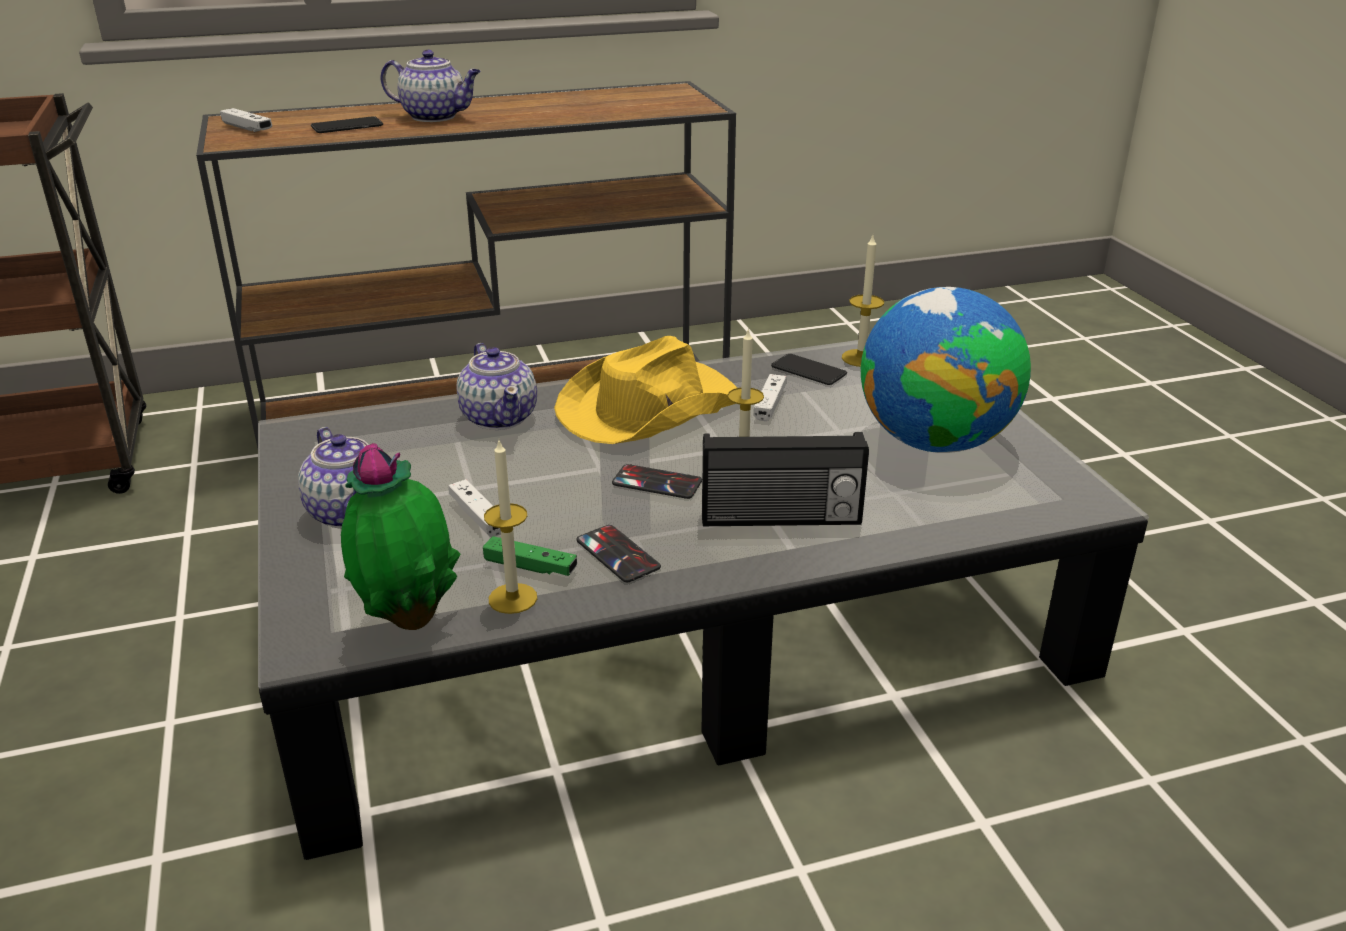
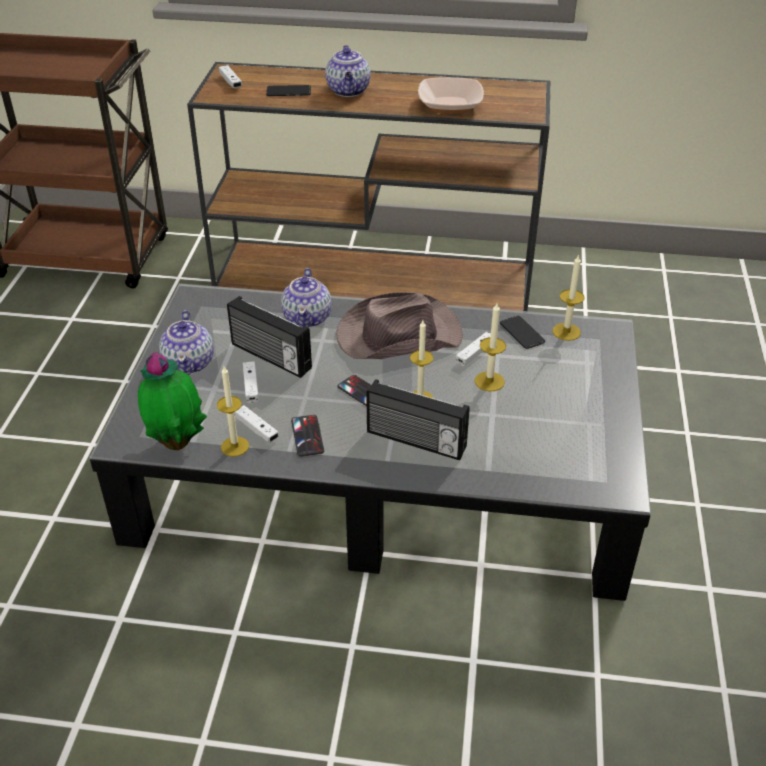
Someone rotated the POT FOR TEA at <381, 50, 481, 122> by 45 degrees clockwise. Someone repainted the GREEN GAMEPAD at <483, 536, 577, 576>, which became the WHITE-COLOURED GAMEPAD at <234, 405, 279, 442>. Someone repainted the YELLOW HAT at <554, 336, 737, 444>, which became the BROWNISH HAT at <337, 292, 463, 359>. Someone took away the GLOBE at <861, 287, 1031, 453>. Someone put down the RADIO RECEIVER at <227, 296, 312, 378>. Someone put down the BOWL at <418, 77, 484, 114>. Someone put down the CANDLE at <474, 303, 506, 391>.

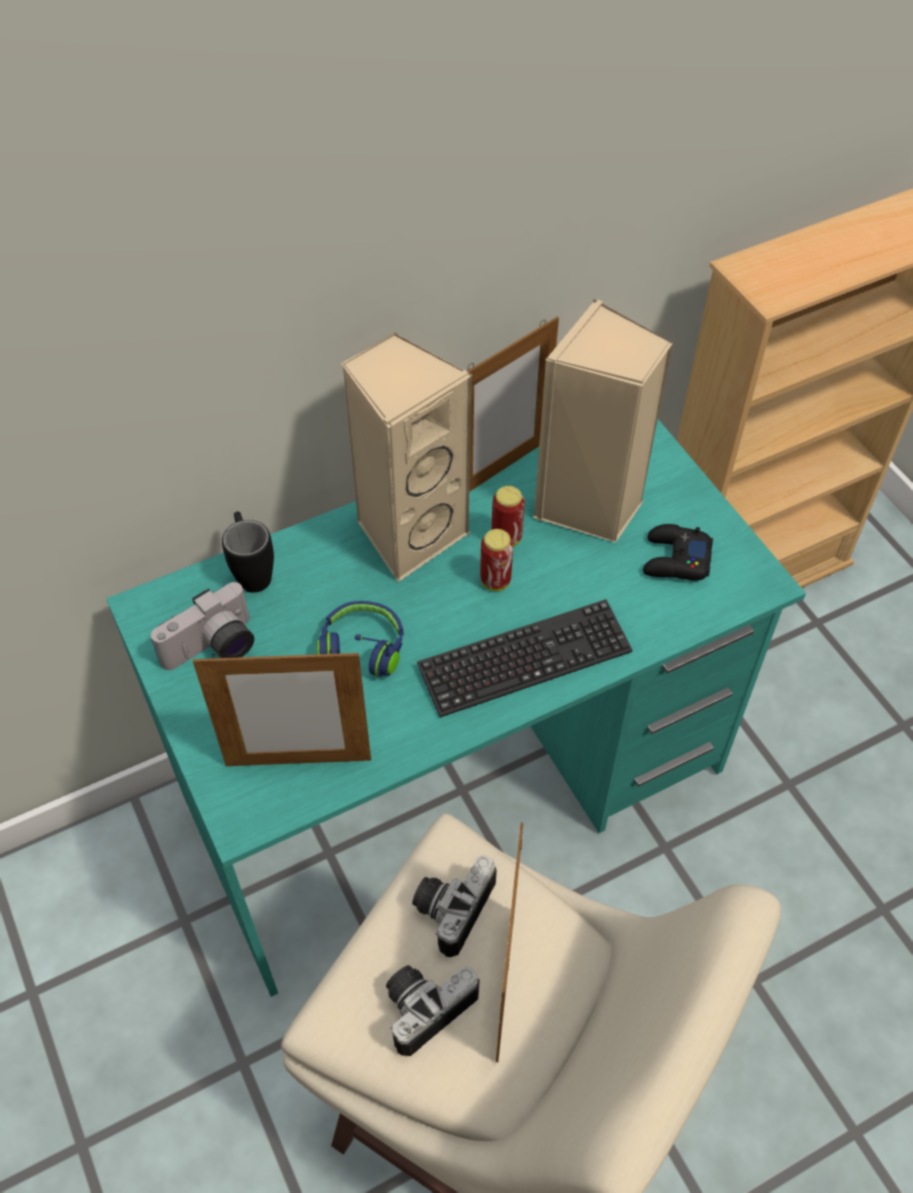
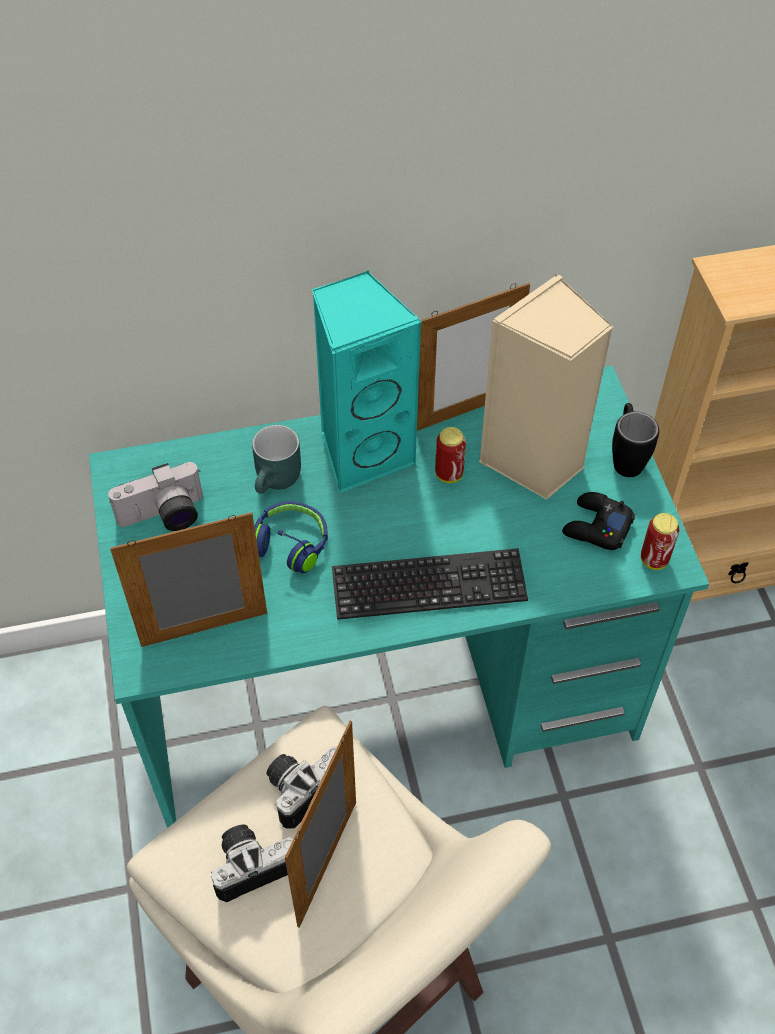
Someone rotated the STANDING FRAME at <193, 649, 371, 766> by 150 degrees clockwise. Someone carried the BLACK-COLOURED MUG from <222, 512, 274, 593> to <612, 403, 659, 477>. Someone repainted the BEIGE-COLOURED AUDIO SPEAKER at <341, 332, 473, 582>, which became the TURQUOISE-COLOURED AUDIO SPEAKER at <312, 271, 422, 493>. Someone carried the METAL CAN from <480, 529, 513, 591> to <641, 513, 679, 570>. Someone put down the TURQUOISE-COLOURED MUG at <252, 425, 301, 494>.

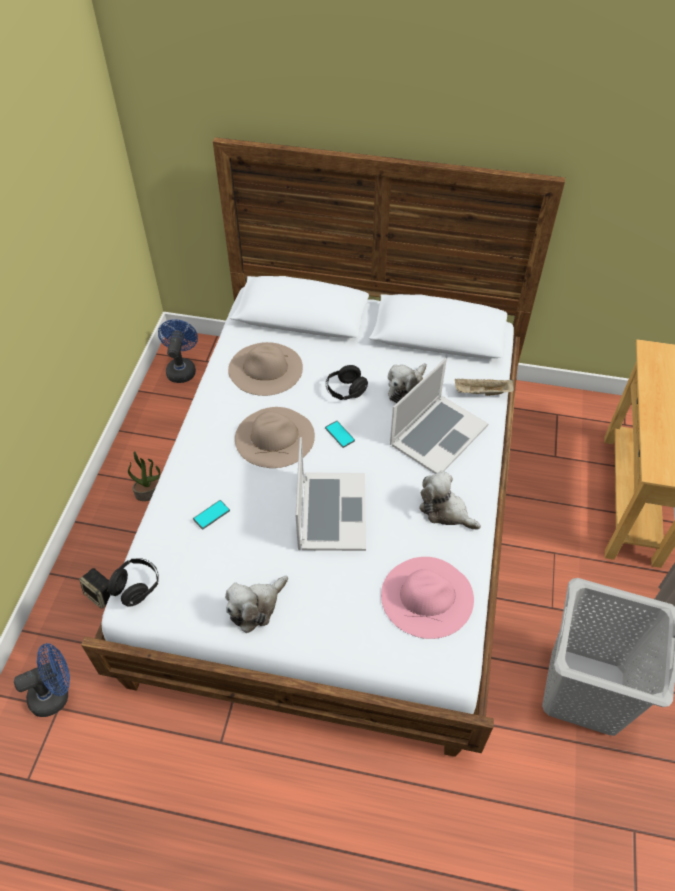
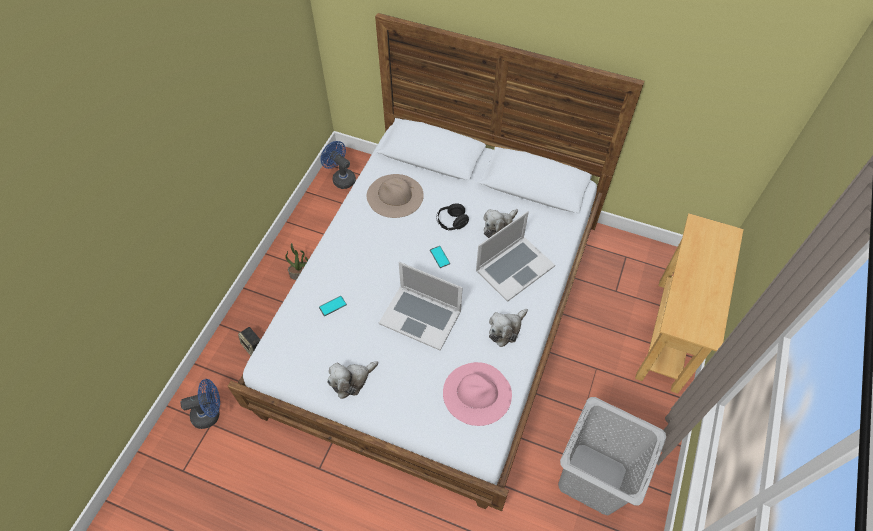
Someone took away the BLACK-COLOURED PAIR OF HEADPHONES at <108, 558, 159, 607>. Someone rotated the BLUE-COLOURED ELECTRIC FAN at <158, 319, 198, 383> by 60 degrees counterclockwise. Someone took away the BEIGE-COLOURED HAT at <235, 407, 315, 468>. Someone rotated the NOTEBOOK COMPUTER at <295, 437, 366, 551> by 105 degrees clockwise. Someone rotated the CUDDLY TOY at <419, 471, 481, 530> by 90 degrees counterclockwise. Someone took away the BEIGE-COLOURED TRAY at <455, 379, 514, 396>.

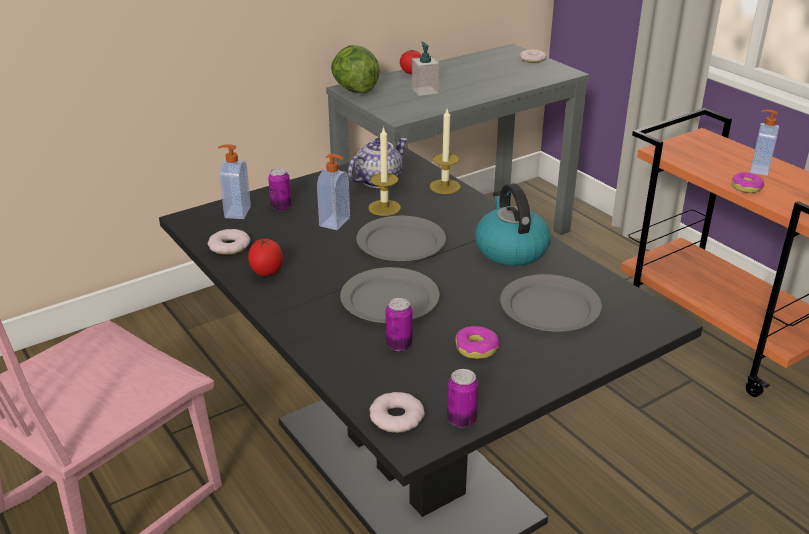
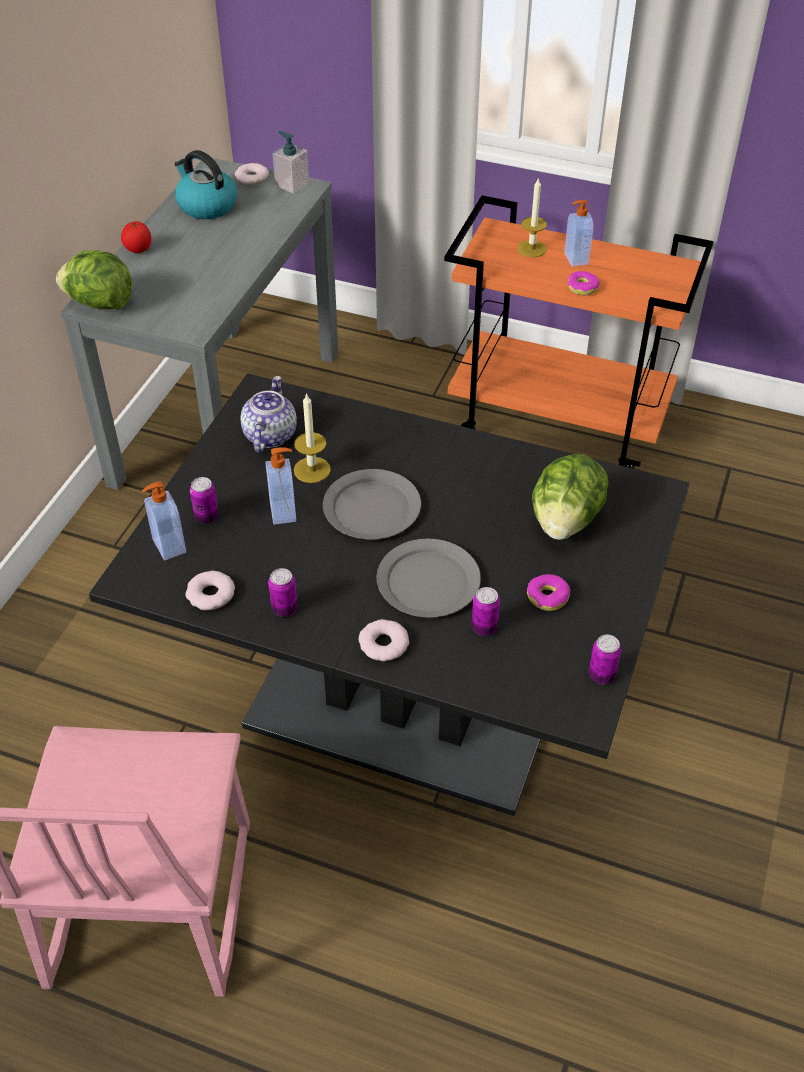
Someone swapped the FRESH TOMATO at <248, 238, 283, 276> for the METAL CAN at <268, 568, 298, 617>. Someone carried the DONUT from <370, 392, 425, 433> to <359, 619, 409, 661>. Someone carried the SOAP DISPENSER from <412, 42, 439, 96> to <272, 131, 309, 194>. Someone carried the CANDLE from <430, 109, 461, 194> to <517, 177, 547, 257>. Someone carried the WATER KETTLE from <475, 183, 551, 266> to <174, 150, 237, 219>. Someone swapped the GREYISH PLATE at <500, 274, 602, 332> for the LETTUCE at <532, 454, 609, 540>.

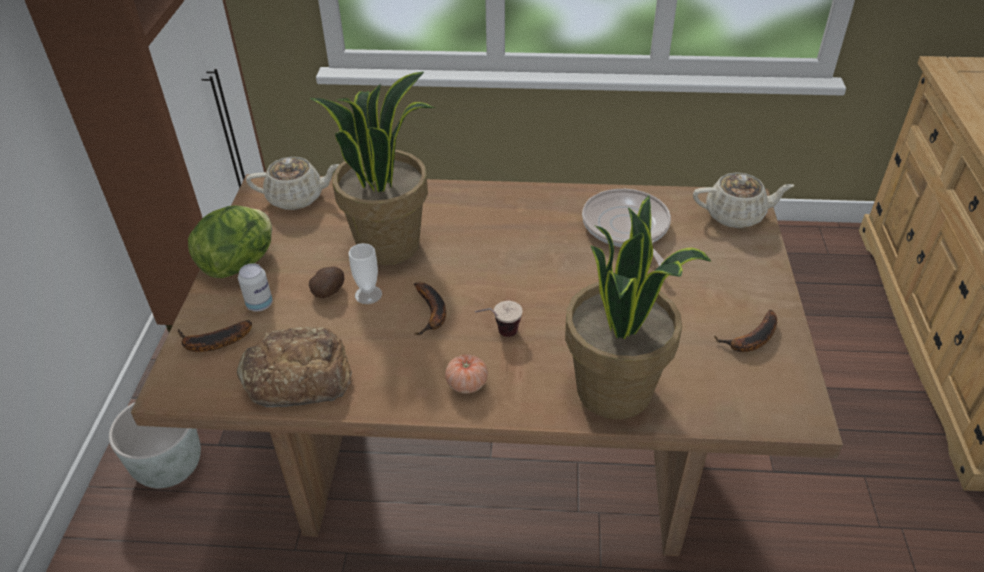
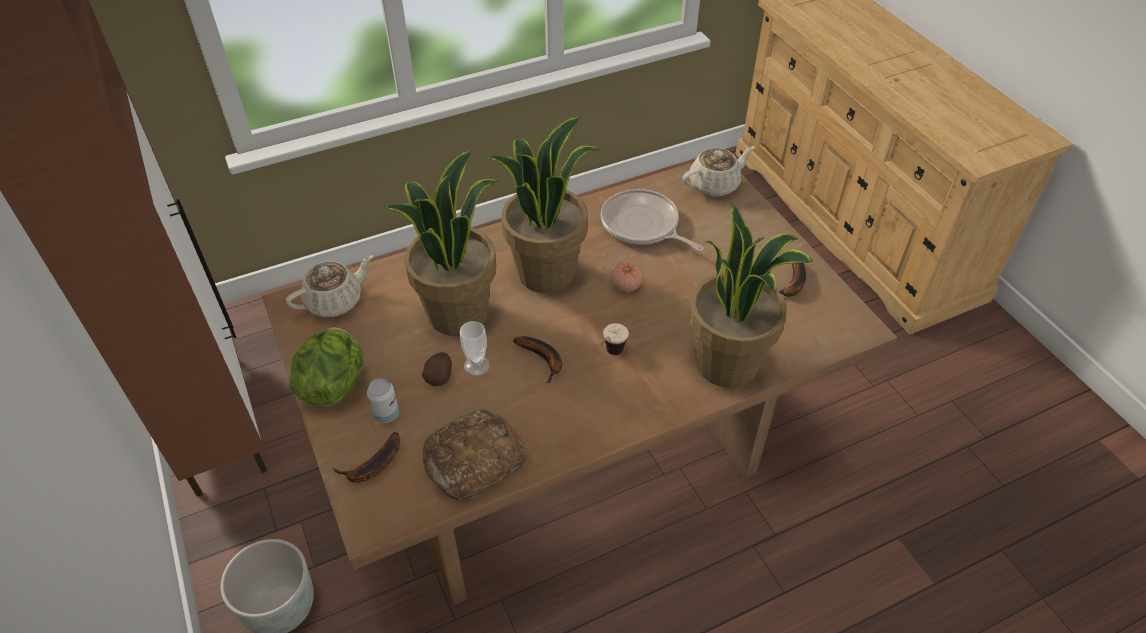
Someone carried the FRESH TOMATO from <445, 354, 488, 394> to <610, 262, 643, 292>. Someone put down the HOUSEPLANT at <486, 116, 600, 293>.

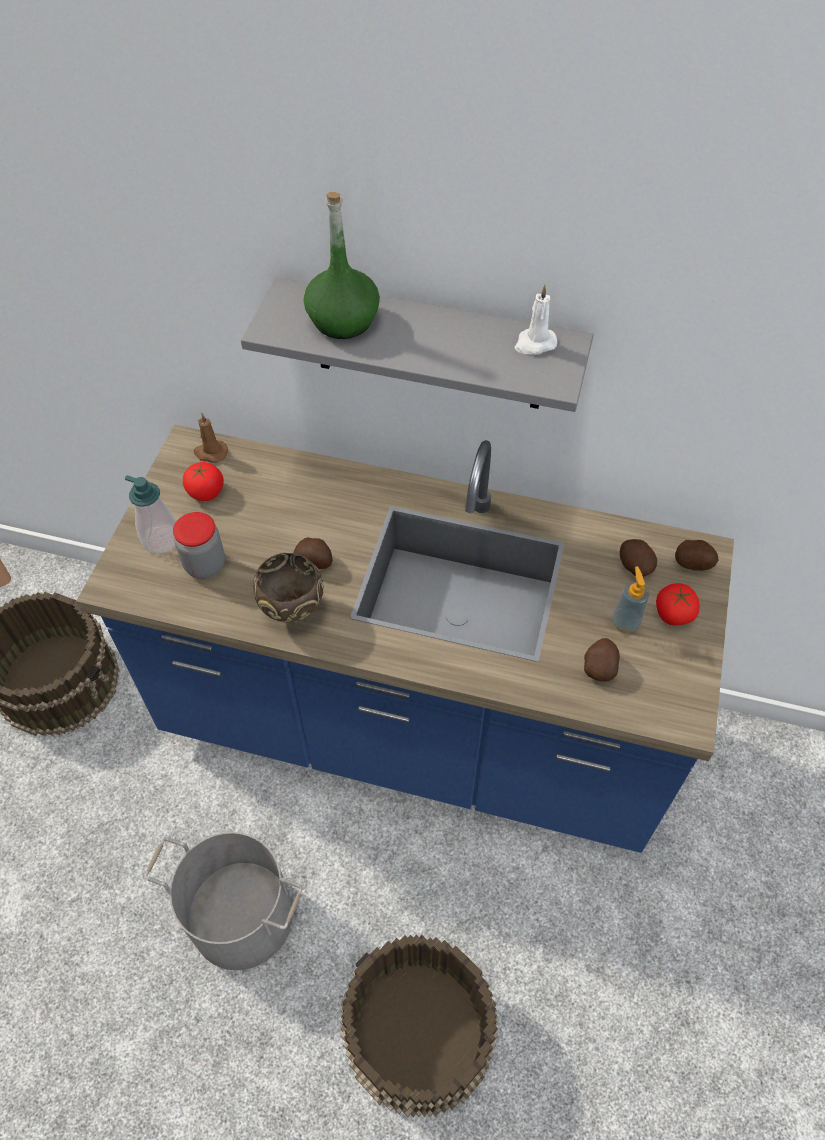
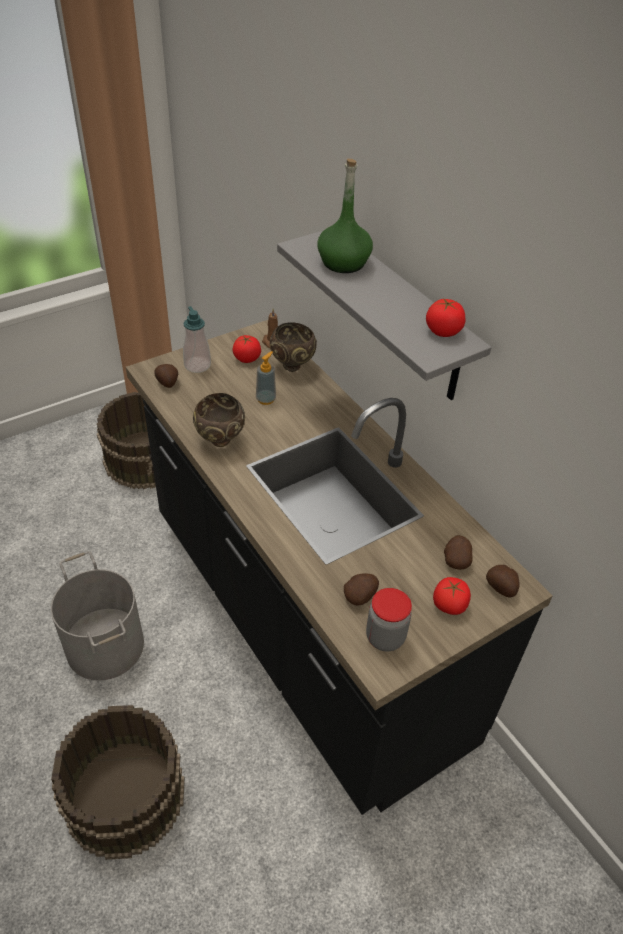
Someone repainted the BLUE-COLOURED KITCHEN COUNTER at <76, 425, 734, 853>, which became the BLACK-COLOURED KITCHEN COUNTER at <126, 320, 553, 815>. Someone carried the STORAGE JAR from <173, 512, 225, 579> to <366, 588, 412, 651>. Someone carried the POTATO from <294, 537, 333, 569> to <154, 364, 178, 388>. Someone swapped the WHITE-COLOURED CANDLE at <515, 284, 557, 355> for the FRESH TOMATO at <426, 298, 465, 337>. Someone carried the SOAP DISPENSER from <612, 566, 649, 633> to <256, 351, 276, 405>. Someone put down the BROWNISH BOWL at <270, 322, 317, 372>.

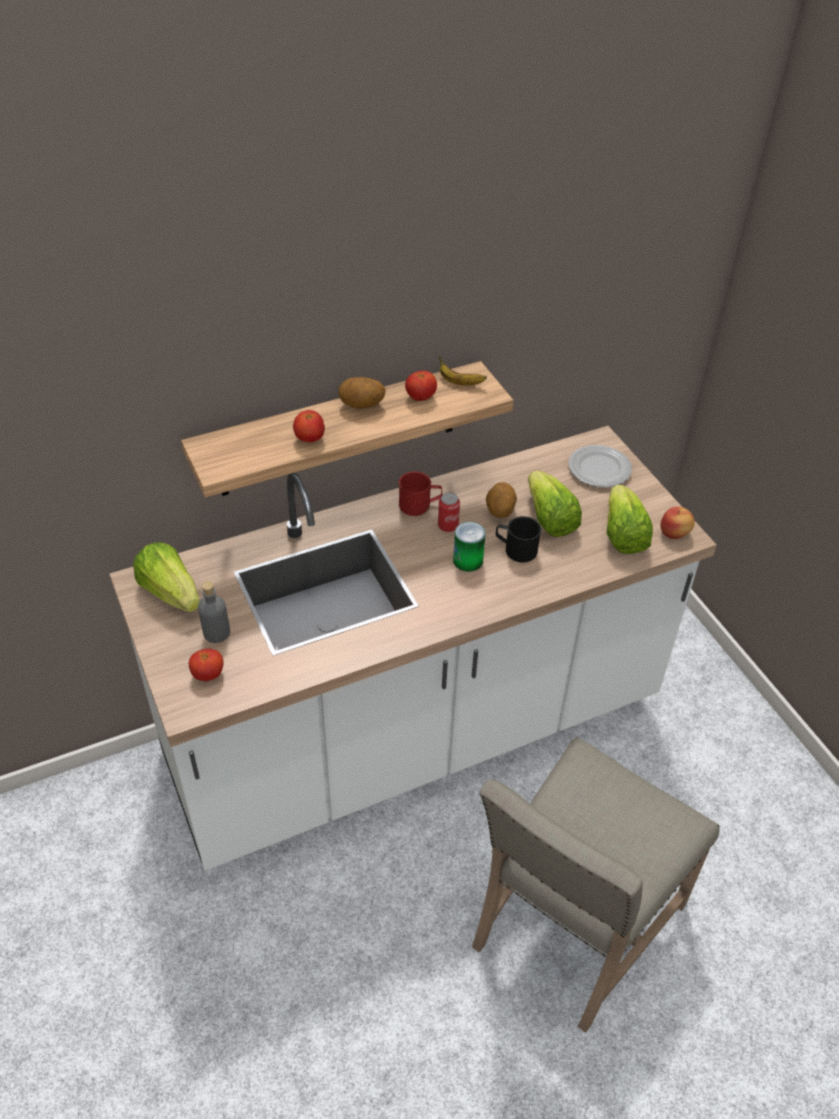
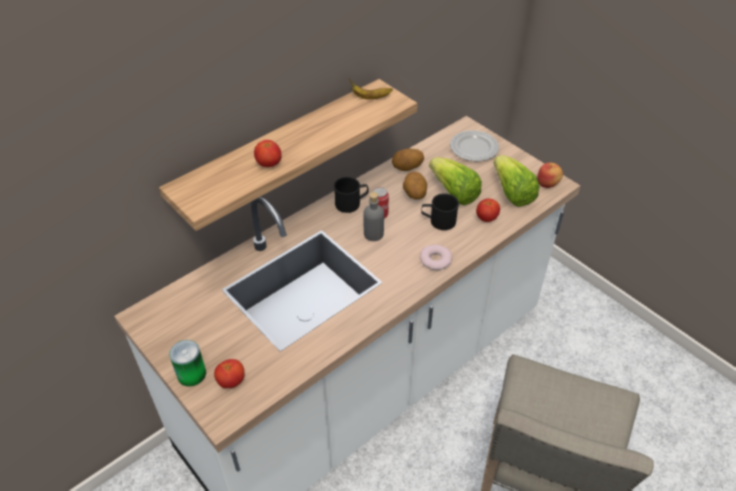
Someone took away the LETTUCE at <133, 543, 200, 612>. Someone carried the GREYISH DRINK BOTTLE from <198, 581, 230, 643> to <363, 192, 384, 241>. Someone carried the POTATO from <339, 377, 386, 409> to <392, 149, 424, 171>. Someone repainted the RED MUG at <399, 471, 442, 516>, which became the BLACK-COLOURED MUG at <334, 177, 369, 213>. Someone carried the FRESH TOMATO from <405, 371, 437, 401> to <476, 198, 500, 222>. Someone carried the METAL CAN from <453, 522, 486, 572> to <169, 340, 206, 387>. Someone put down the DONUT at <420, 244, 452, 270>.

